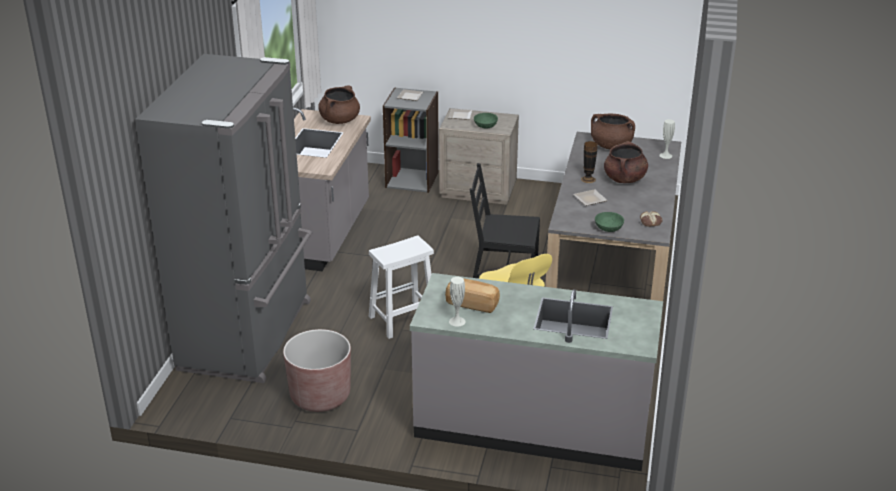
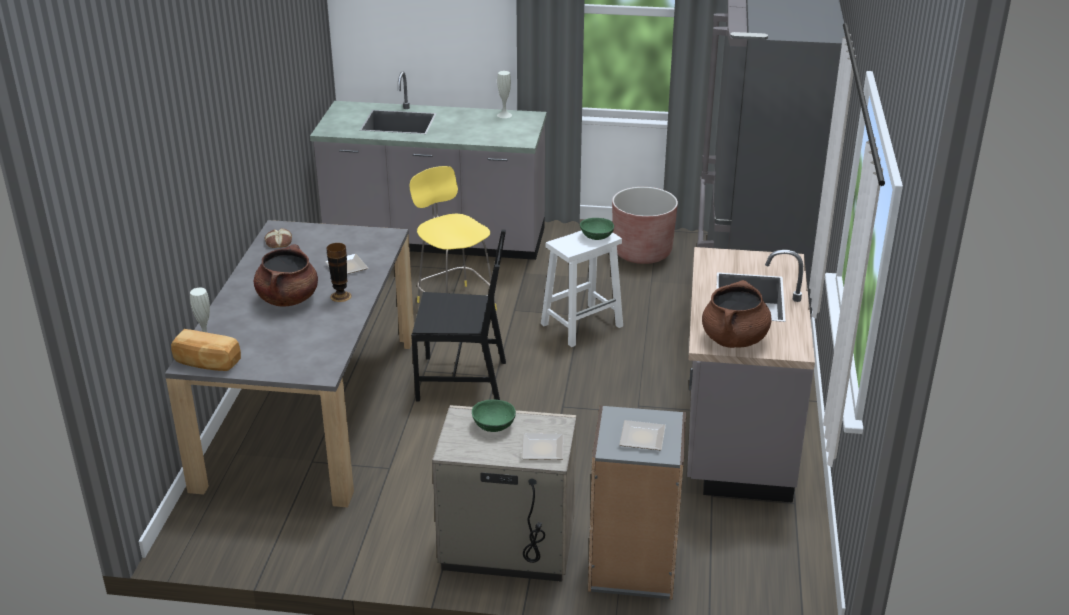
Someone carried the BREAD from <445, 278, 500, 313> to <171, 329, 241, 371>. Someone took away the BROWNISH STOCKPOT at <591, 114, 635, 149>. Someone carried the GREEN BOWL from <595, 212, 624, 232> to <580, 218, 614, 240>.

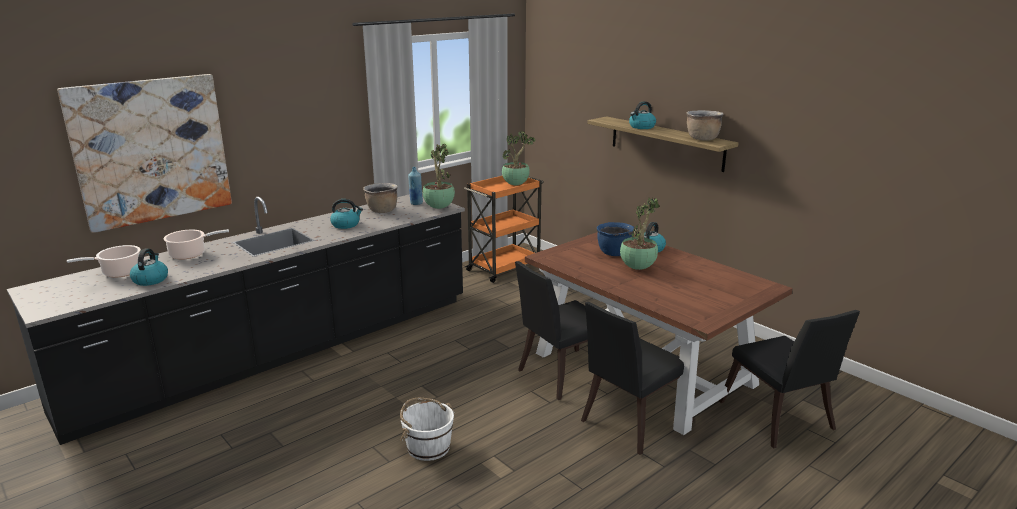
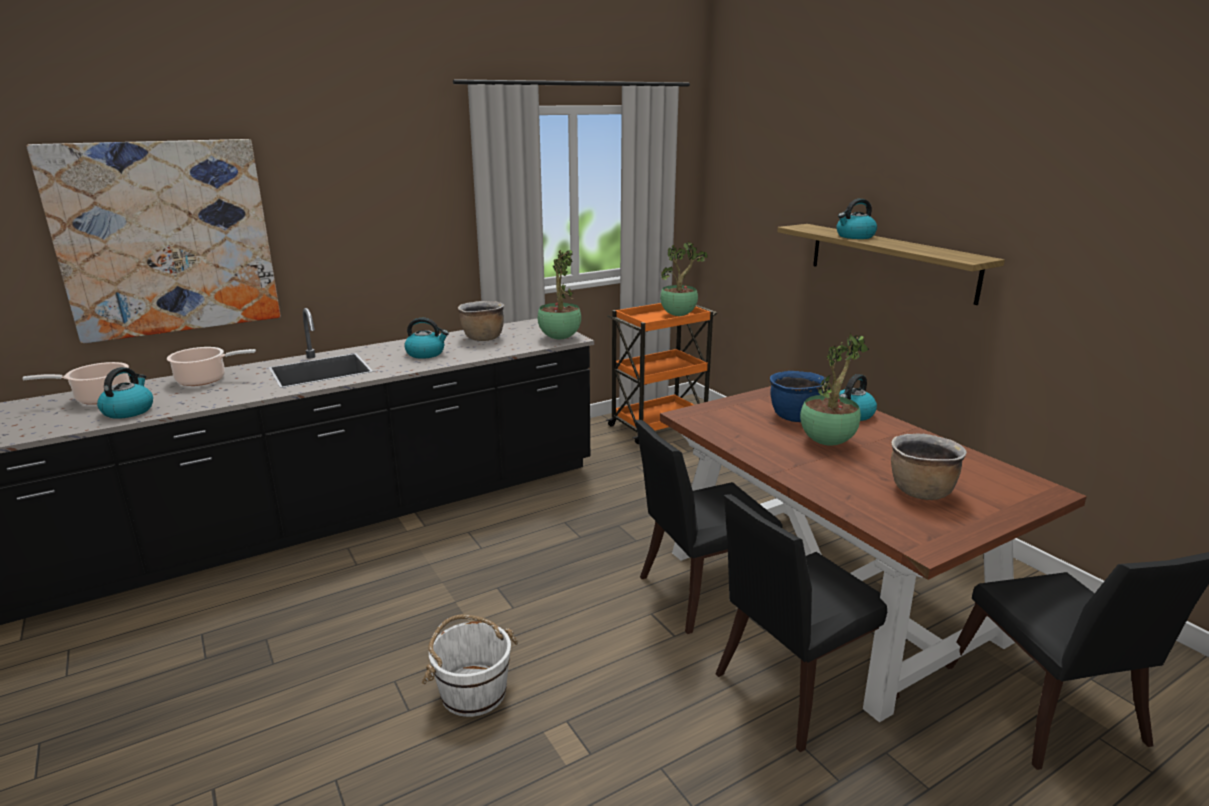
Someone took away the BLUE-COLOURED DRINK BOTTLE at <408, 167, 423, 205>. Someone carried the BROWNISH STOCKPOT from <687, 110, 724, 141> to <891, 434, 967, 500>.

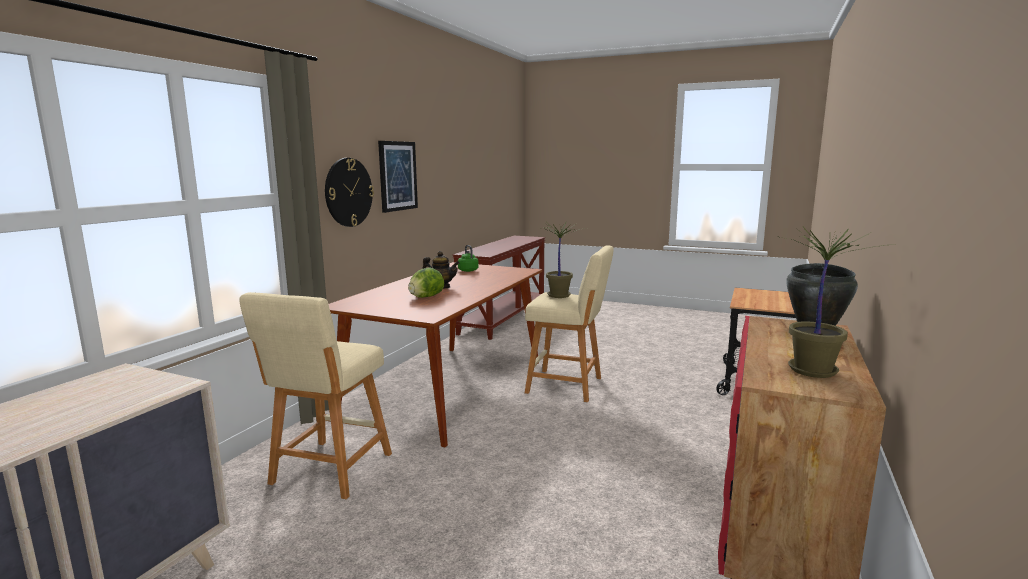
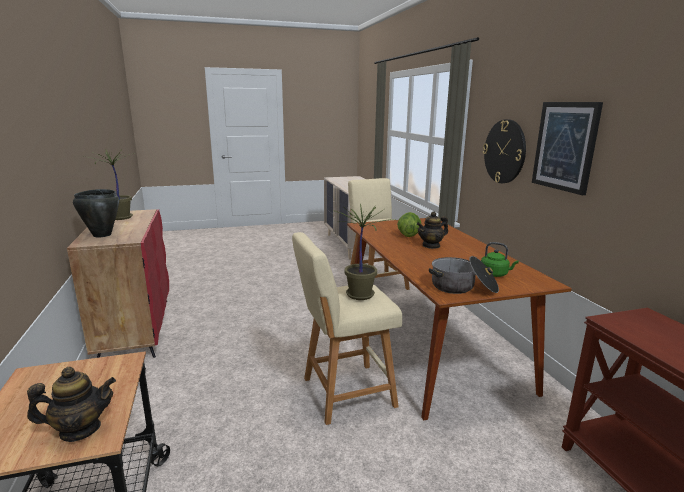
Someone put down the POT FOR TEA at <27, 367, 116, 442>. Someone put down the STOCKPOT at <429, 256, 499, 294>.

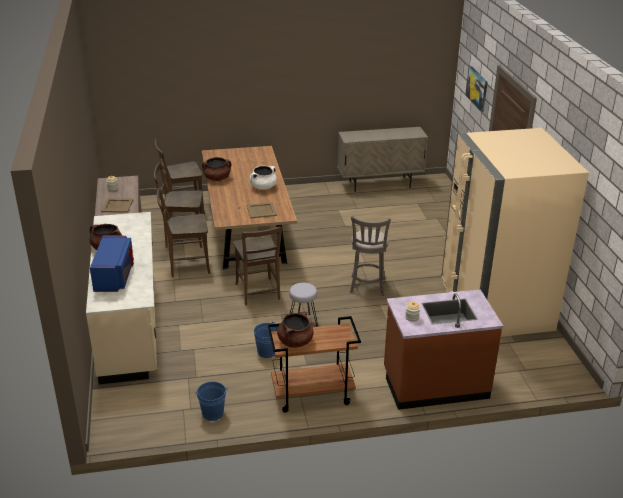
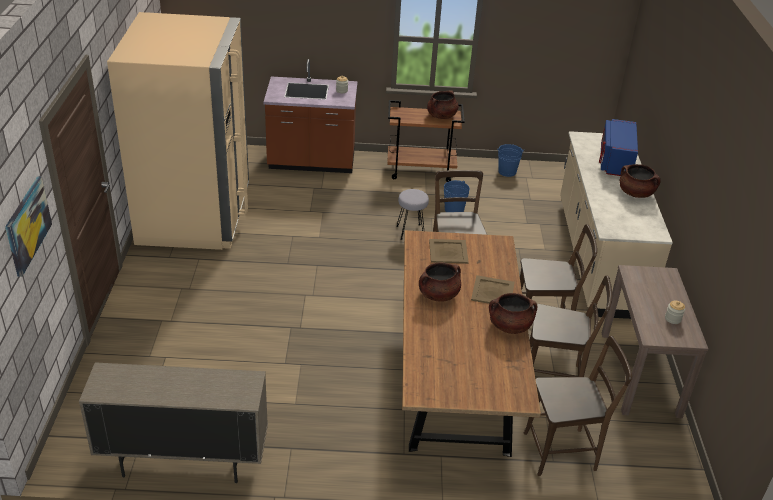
Someone carried the BEIGE-COLOURED TRAY from <101, 198, 133, 213> to <471, 275, 515, 304>. Someone repainted the WHITE-COLOURED STOCKPOT at <250, 166, 277, 190>, which became the BROWNISH STOCKPOT at <419, 262, 461, 302>. Someone took away the GREYISH STOOL at <350, 216, 391, 296>.

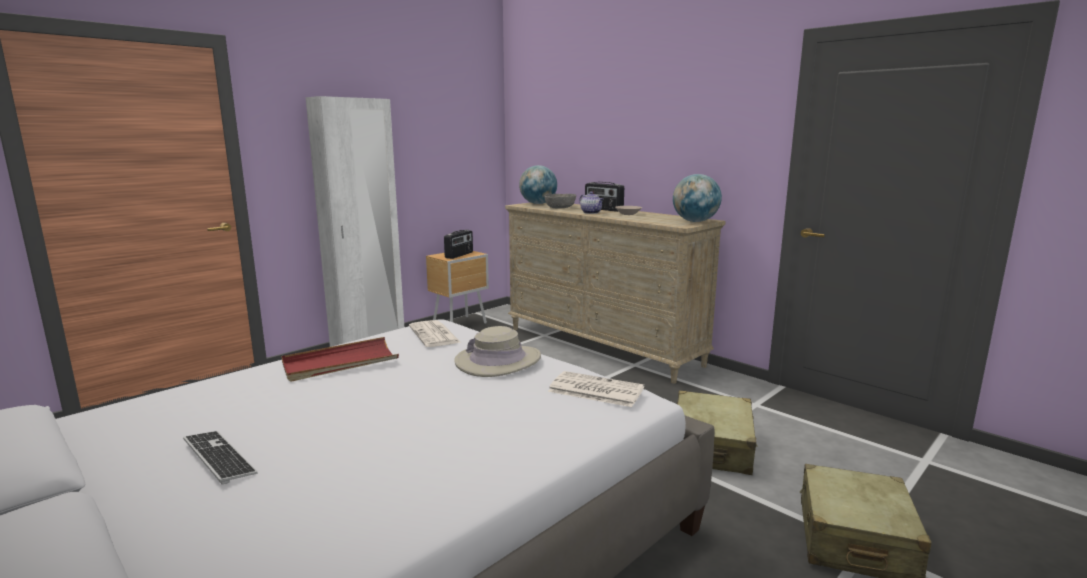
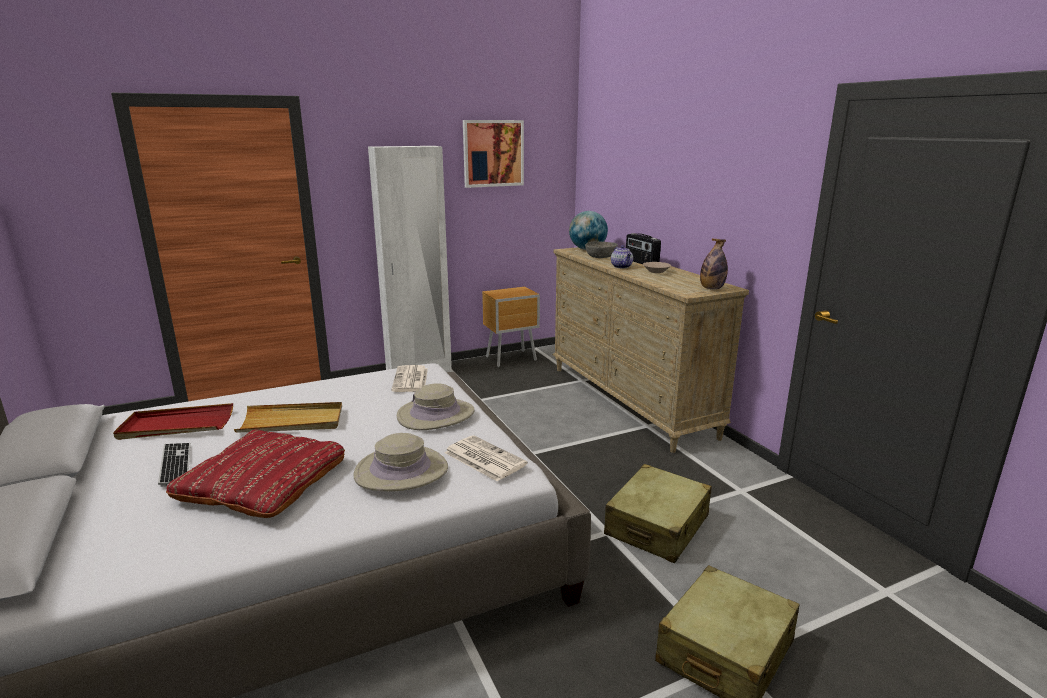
Someone carried the RED TRAY from <281, 337, 399, 382> to <113, 403, 233, 440>. Someone took away the RADIO RECEIVER at <444, 230, 473, 259>. Someone swapped the GLOBE at <673, 174, 722, 222> for the DRINK BOTTLE at <700, 239, 728, 289>. Someone put down the RED CUSHION at <166, 430, 345, 518>. Someone put down the BEIGE-COLOURED TRAY at <234, 402, 342, 433>. Someone put down the BEIGE-COLOURED HAT at <353, 433, 448, 491>. Someone put up the WALL ART at <463, 120, 524, 188>.

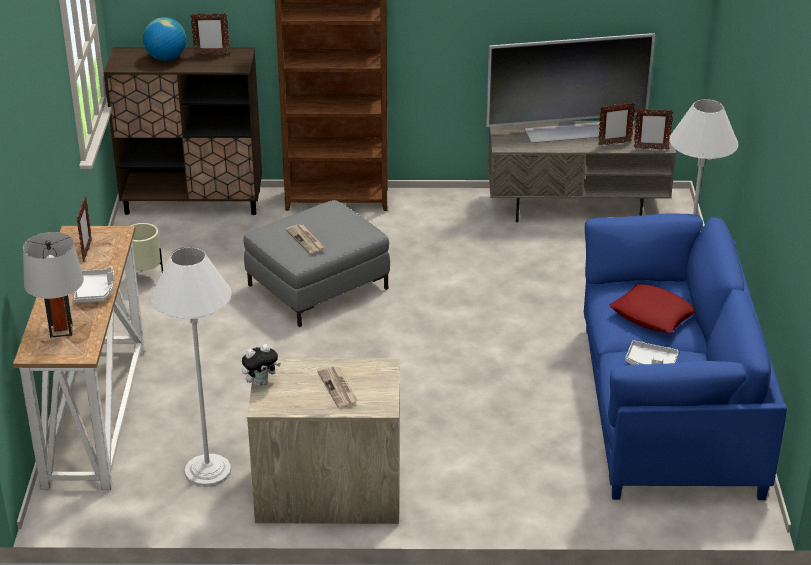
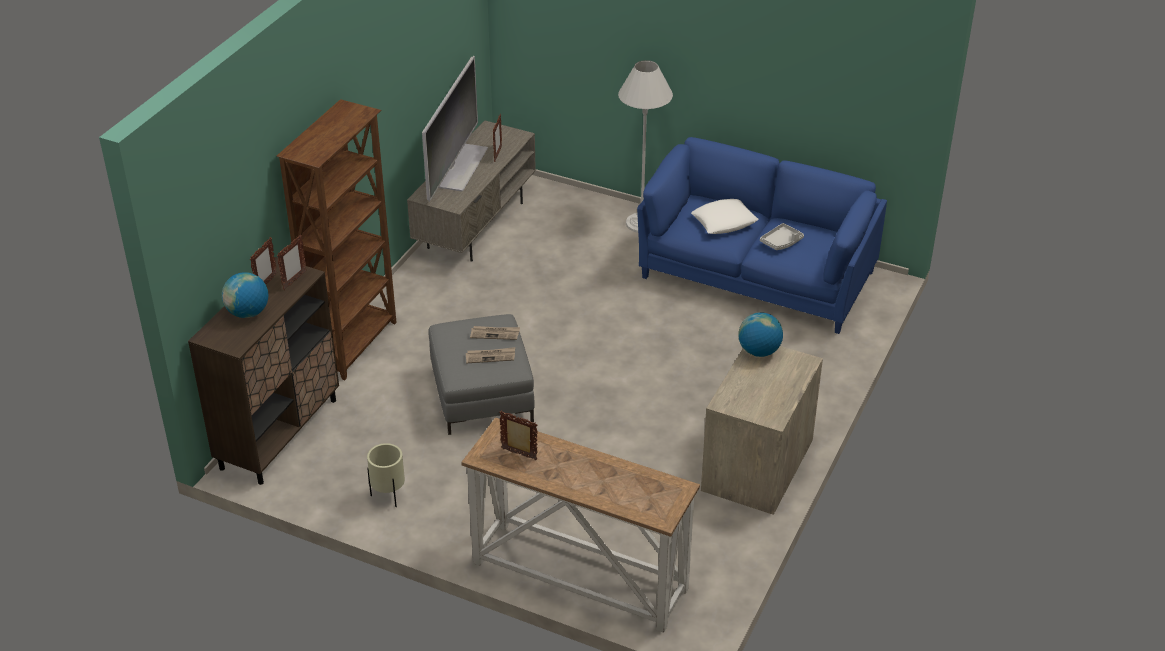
Someone took away the GREYISH LAMP FOR A TABLE at <23, 232, 84, 338>. Someone took away the GREYISH TRAY at <74, 267, 114, 303>. Someone took away the WHITE-COLOURED FLOOR LAMP at <151, 247, 232, 487>. Someone took away the CUDDLY TOY at <242, 344, 281, 387>. Someone carried the NEWSPAPER from <317, 366, 358, 408> to <470, 326, 520, 340>. Someone repainted the RED CUSHION at <609, 284, 695, 333>, which became the WHITE-COLOURED CUSHION at <691, 199, 758, 234>. Someone carried the STANDING FRAME from <634, 109, 674, 150> to <277, 235, 307, 290>. Someone put down the GLOBE at <738, 312, 783, 357>.

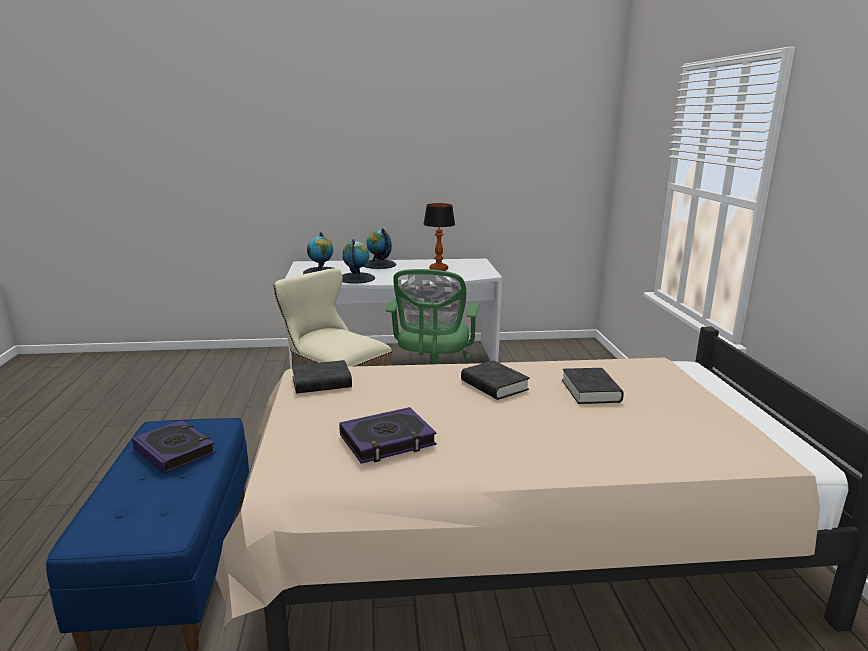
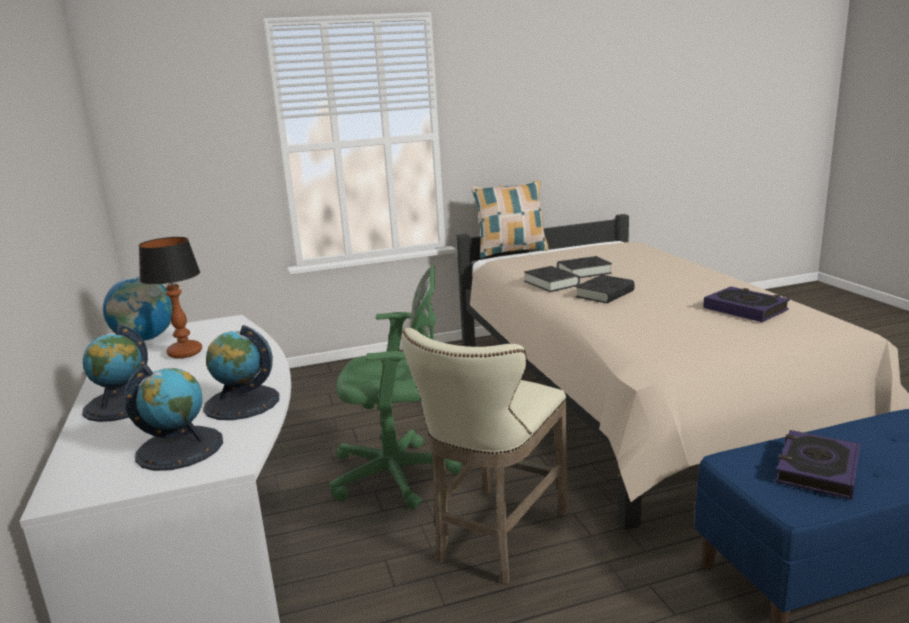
Someone carried the BLACK-COLOURED BOUND BOOK from <292, 360, 352, 394> to <524, 266, 580, 292>. Someone put down the GLOBE at <103, 276, 172, 341>. Someone put down the CUSHION at <471, 180, 549, 258>.

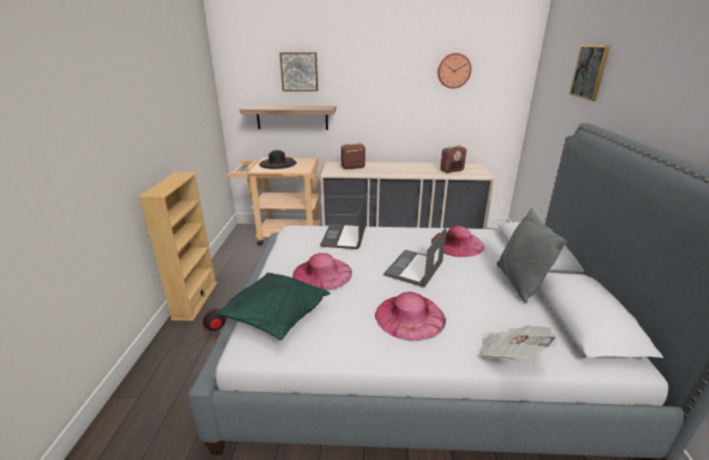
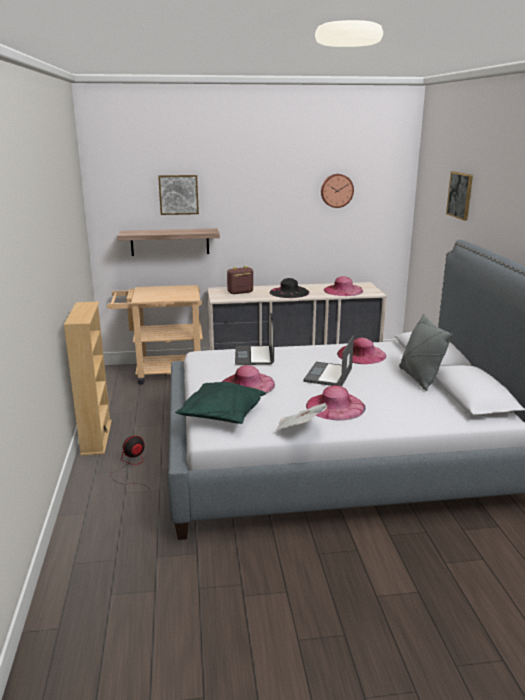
Someone carried the BLACK-COLOURED HAT from <259, 150, 297, 169> to <270, 278, 309, 298>. Someone swapped the RADIO RECEIVER at <440, 145, 467, 173> for the PINK HAT at <324, 276, 363, 296>. Someone carried the NEWSPAPER from <480, 326, 557, 361> to <276, 403, 328, 430>.

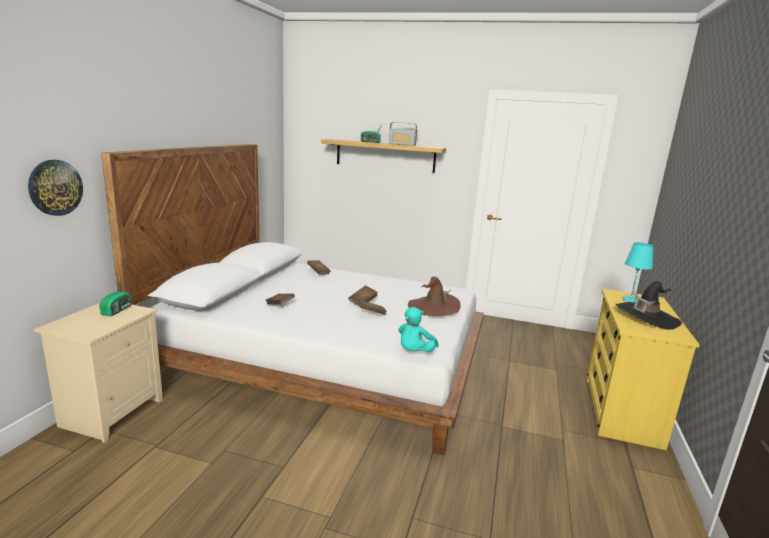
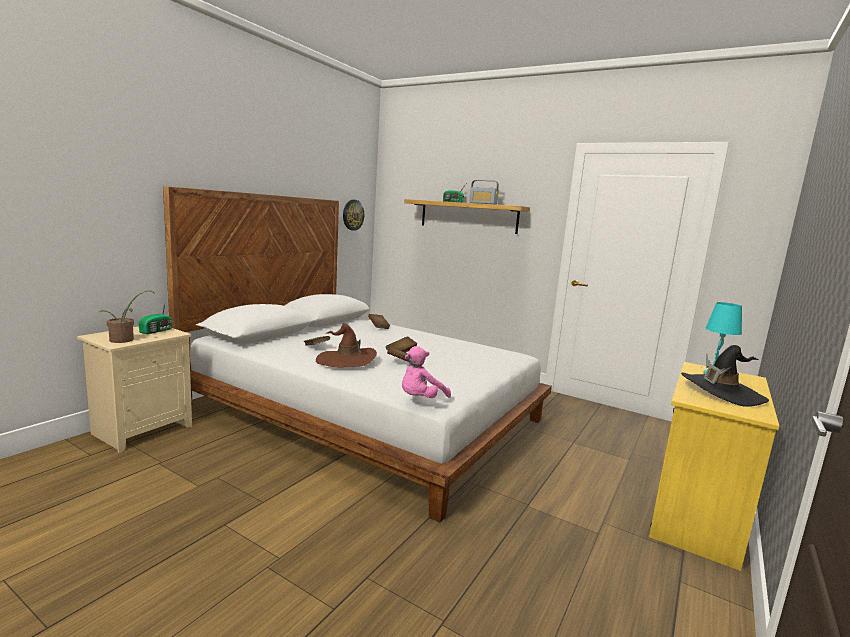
Someone carried the CLOCK ON THE WALL from <28, 160, 83, 216> to <343, 200, 364, 231>. Someone repainted the TURQUOISE-COLOURED CUDDLY TOY at <398, 307, 439, 352>, which became the PINK CUDDLY TOY at <402, 346, 451, 398>. Someone carried the BROWNISH HAT from <408, 277, 461, 316> to <316, 323, 377, 367>. Someone put down the HOUSEPLANT at <99, 290, 154, 343>.

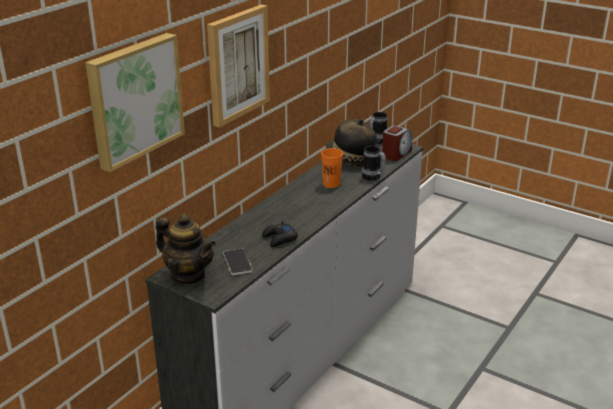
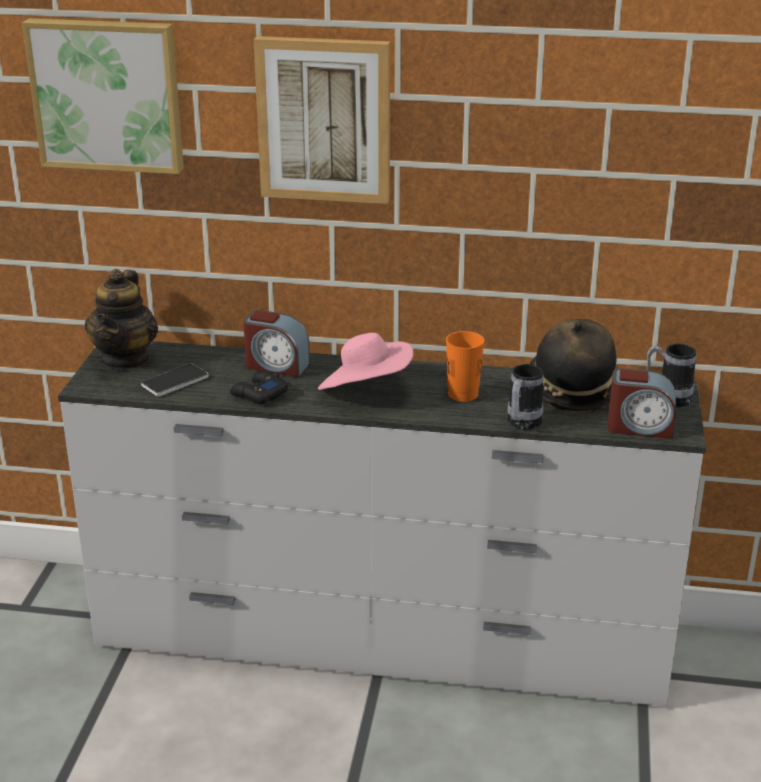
Someone put down the BEDSIDE CLOCK at <243, 310, 310, 377>. Someone put down the PINK HAT at <318, 333, 414, 390>.

